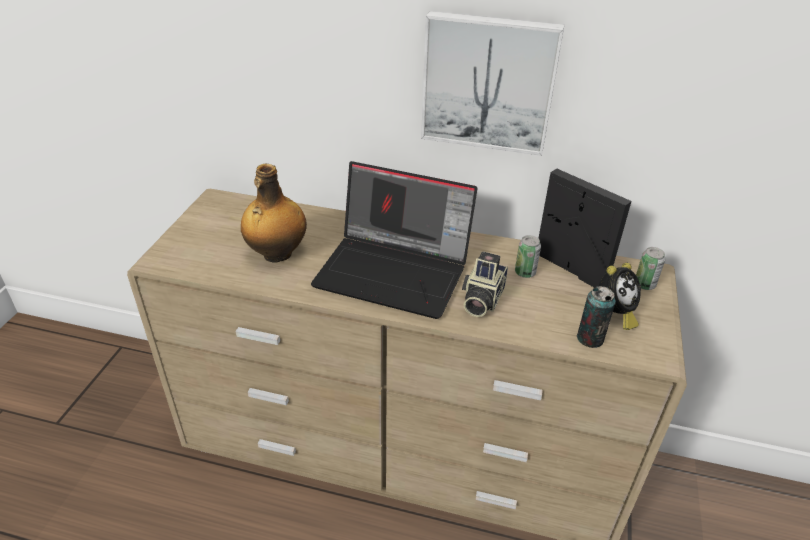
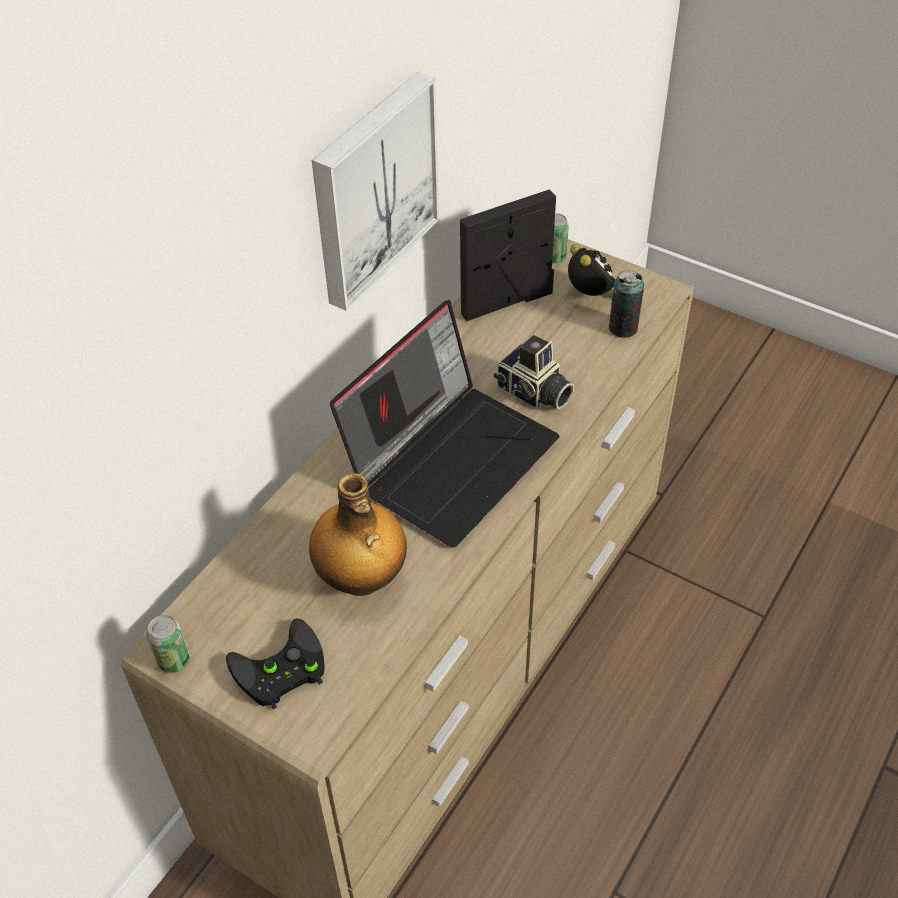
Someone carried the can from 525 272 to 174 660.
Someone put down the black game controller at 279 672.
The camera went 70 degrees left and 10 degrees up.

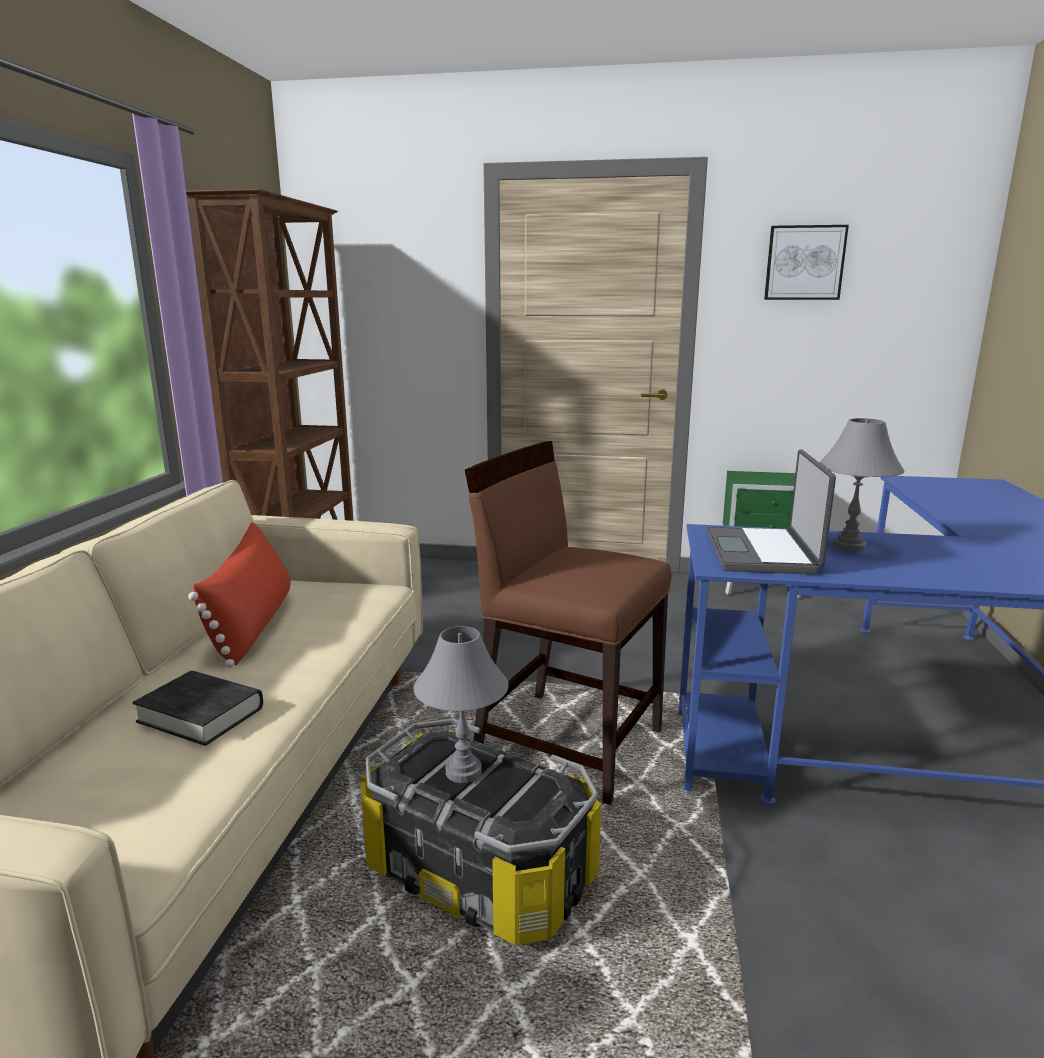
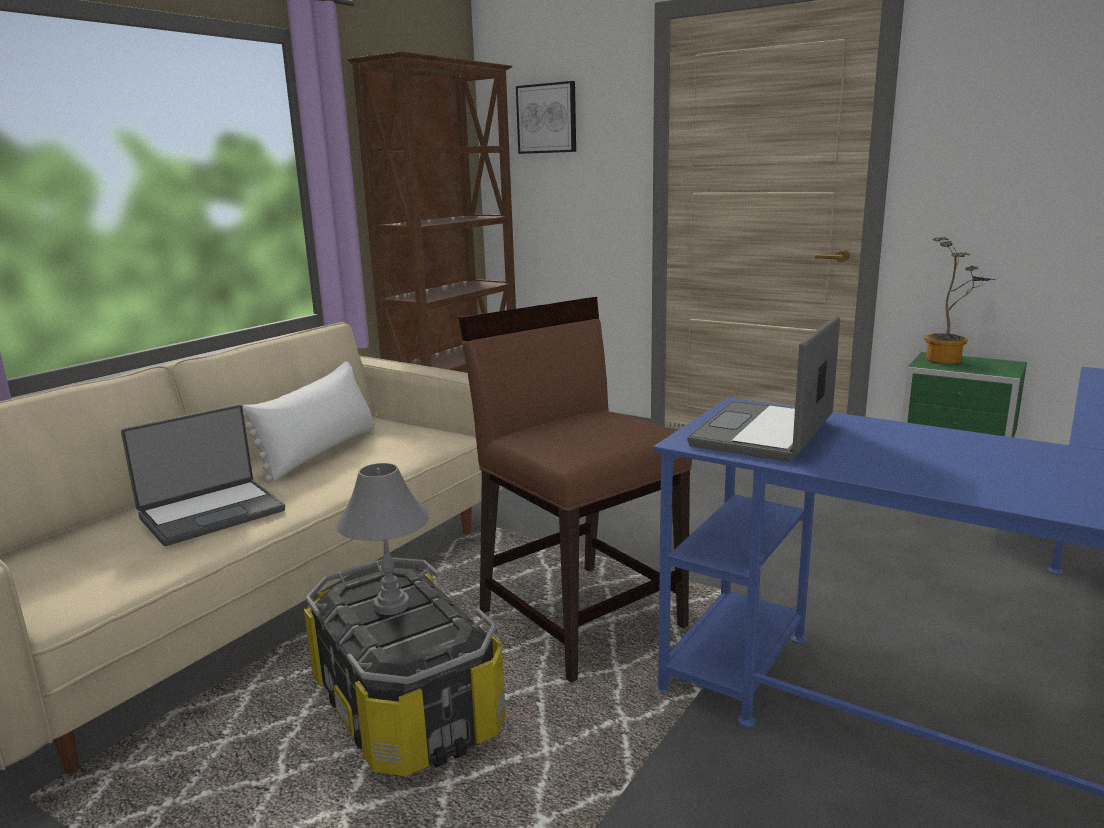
Someone swapped the black book at 201 715 for the laptop at 211 513.
Someone repainted the red pillow at 253 624, which became the white pillow at 320 452.
Someone carried the picture from 804 263 to 547 118.
Someone put down the potted plant at 948 360.
Someone took away the grey table lamp at 849 547.
The camera went 25 degrees right and 0 degrees up.

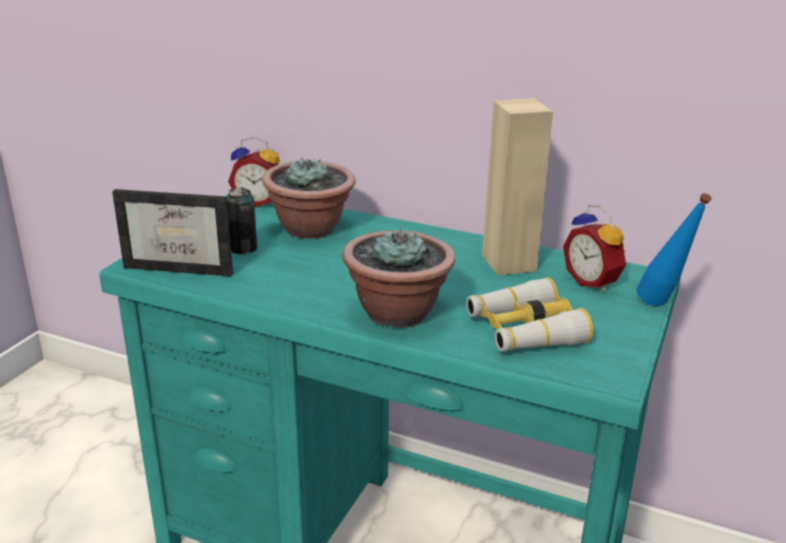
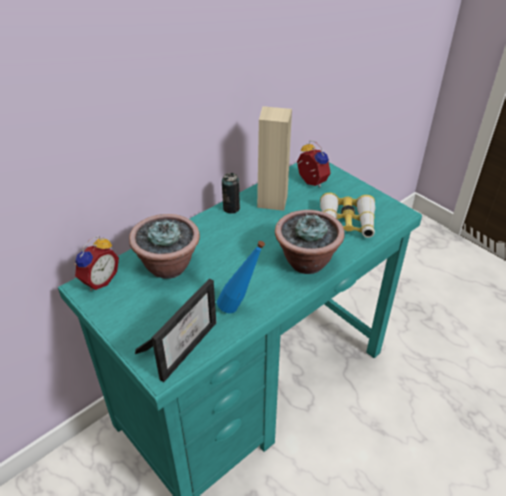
Someone carried the blue bottle from 662 308 to 240 308.
Someone carried the can from 243 249 to 231 208.
Someone rotated the alarm clock at 593 282 by 120 degrees counterclockwise.
The camera went 65 degrees left and 15 degrees up.

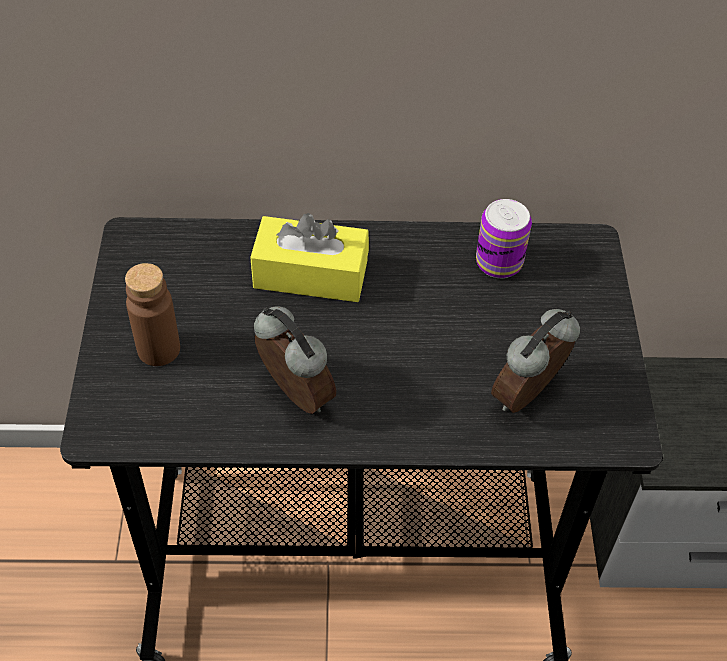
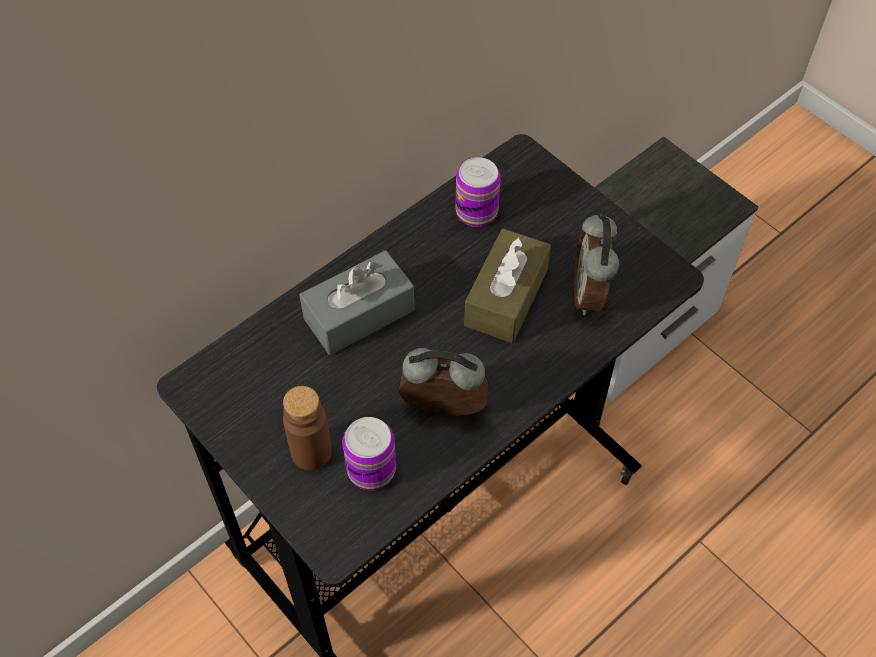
Someone repainted the yellow tissue box at 310 274, which became the grey tissue box at 359 314.
Someone put down the can at 371 470.
Someone put down the brown tissue box at 506 297.
The camera went 40 degrees left and 5 degrees up.

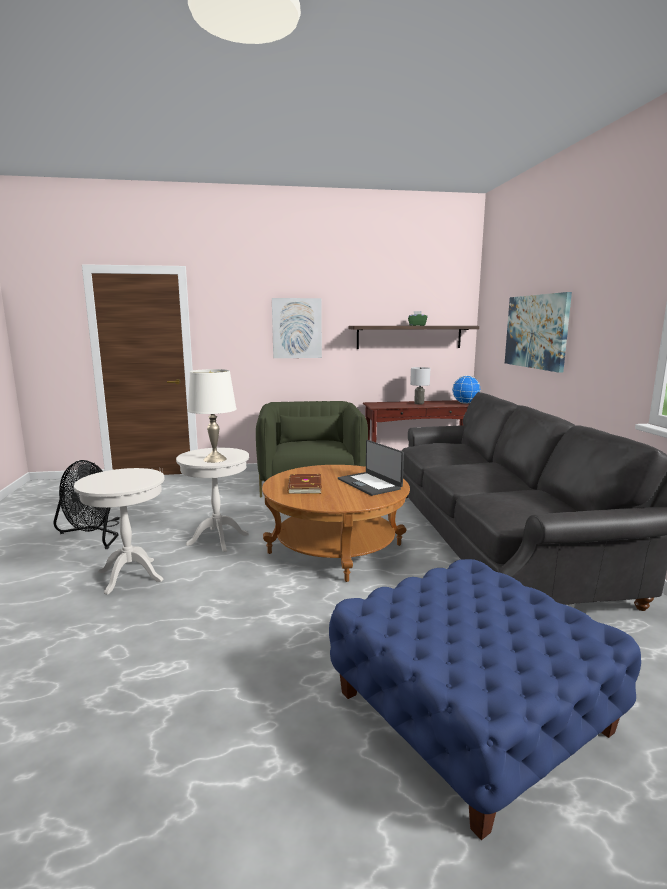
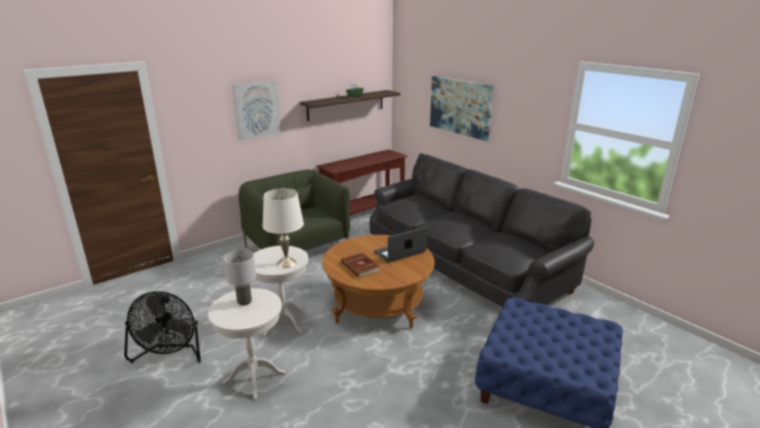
Someone carried the white table lamp from 419 404 to 245 302.
Someone rotated the laptop at 370 484 by 120 degrees clockwise.
Someone took away the globe at 465 403.
The camera went 30 degrees left and 10 degrees up.

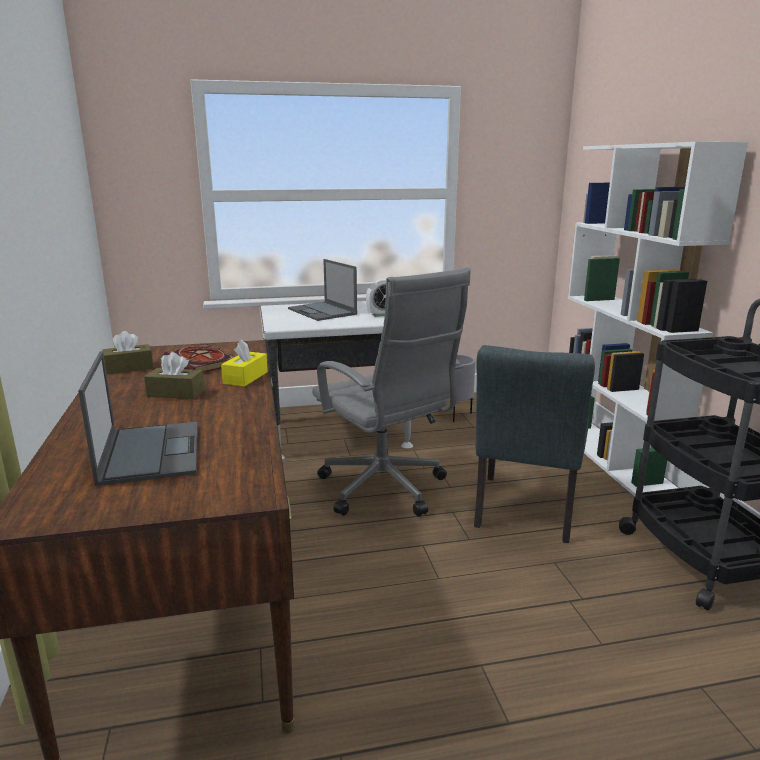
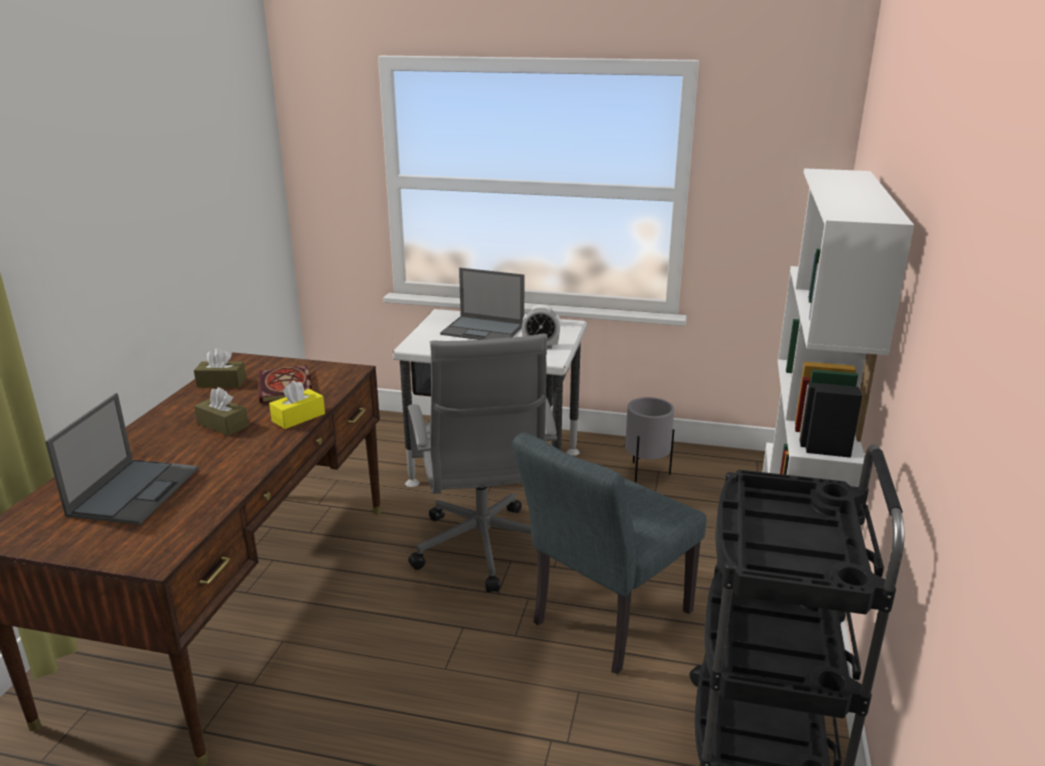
Someone rotated the laptop at 322 312 by 60 degrees counterclockwise.
The camera went 25 degrees right and 5 degrees up.

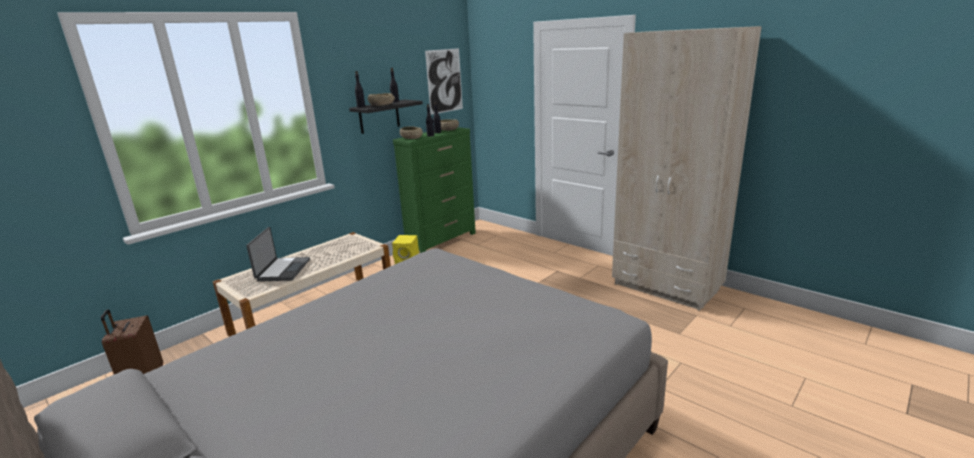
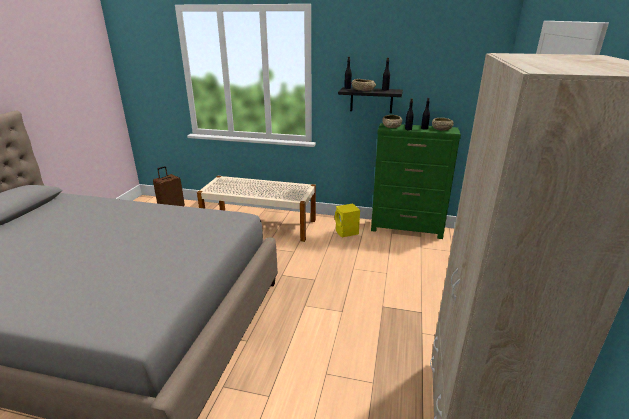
Someone took away the laptop at 282 270.
Someone took away the picture at 444 81.
The camera went 60 degrees right and 5 degrees up.

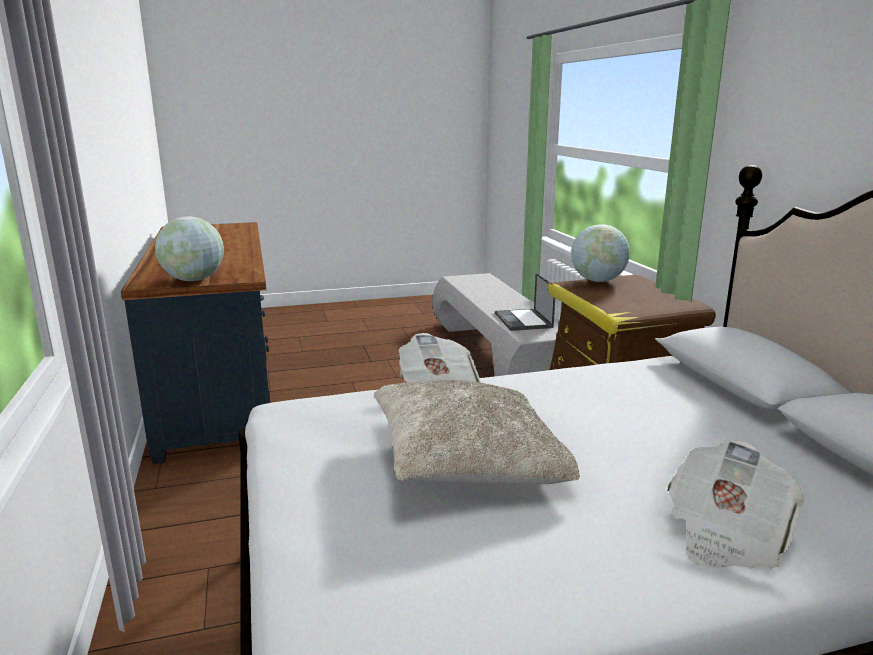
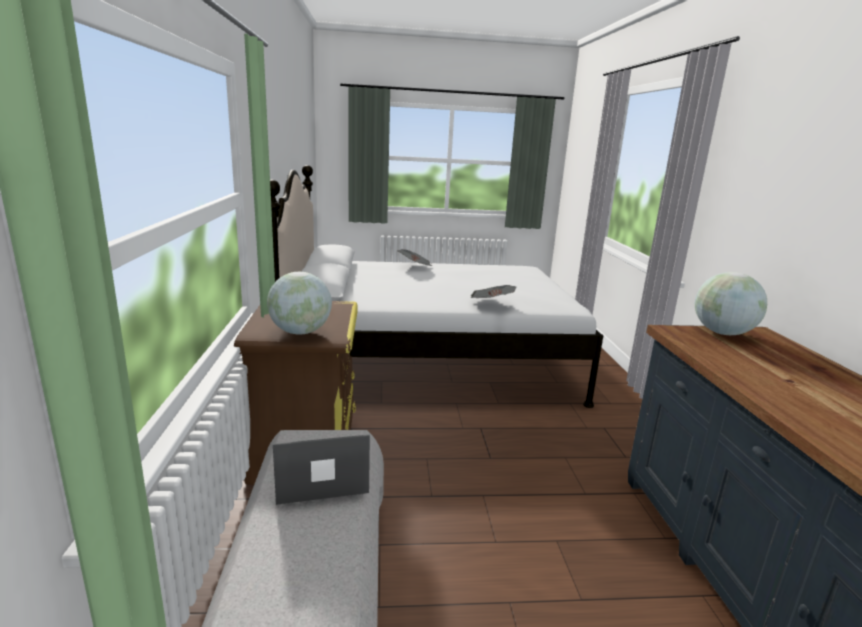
Someone rotated the laptop at 523 320 by 105 degrees counterclockwise.
Someone took away the beige pillow at 469 459.
The camera went 170 degrees left and 0 degrees up.

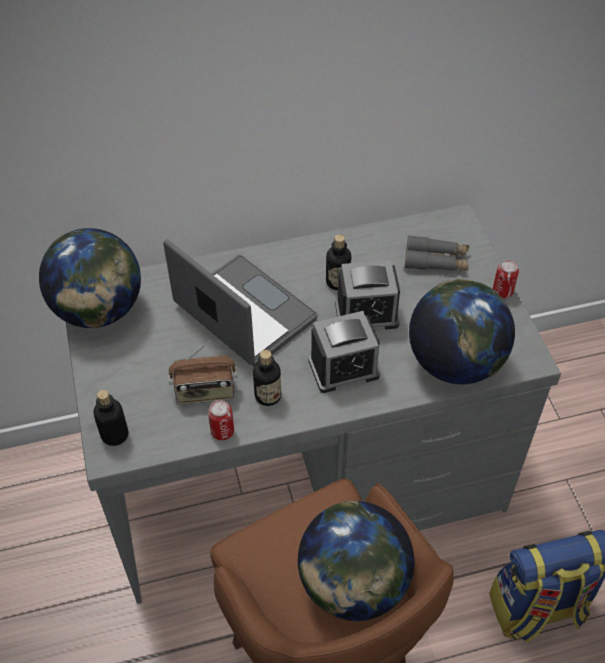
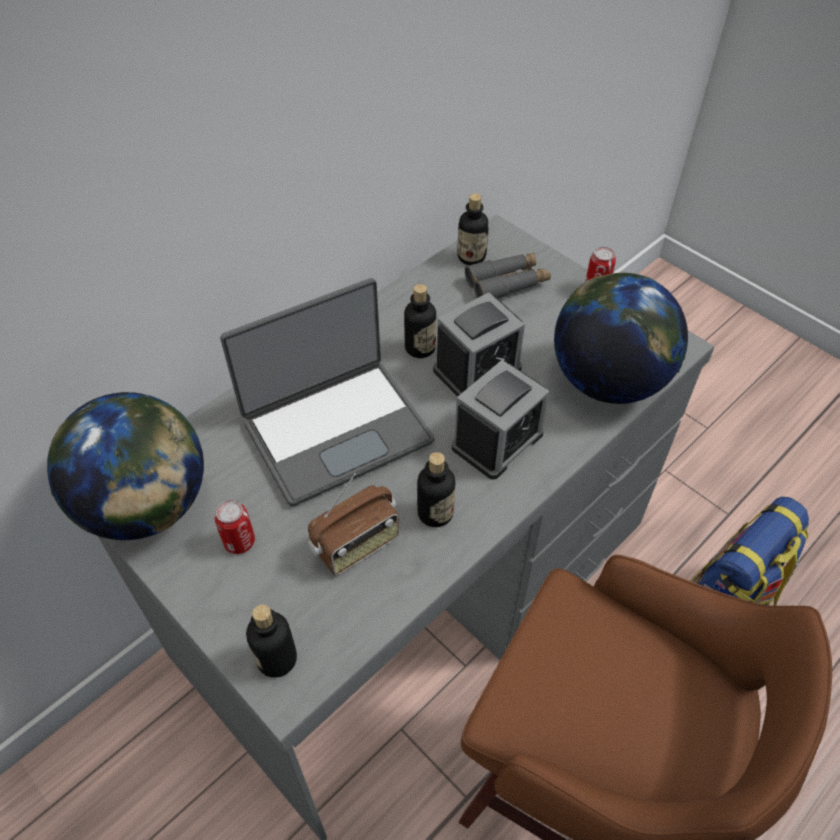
Someone carried the can from 222 431 to 239 541.
Someone rotated the laptop at 243 313 by 135 degrees clockwise.
Someone put down the bottle at 471 257.
Someone took away the globe at 353 584.
The camera went 30 degrees left and 0 degrees up.

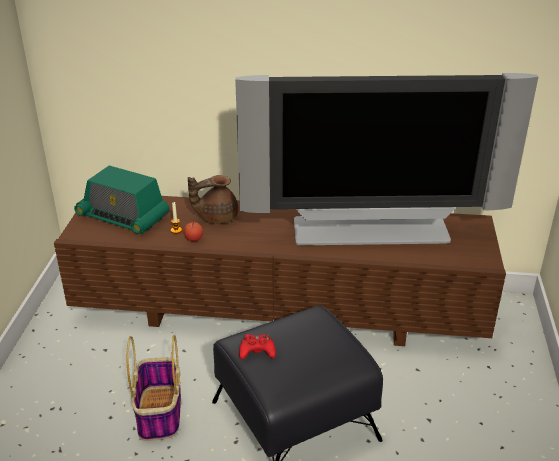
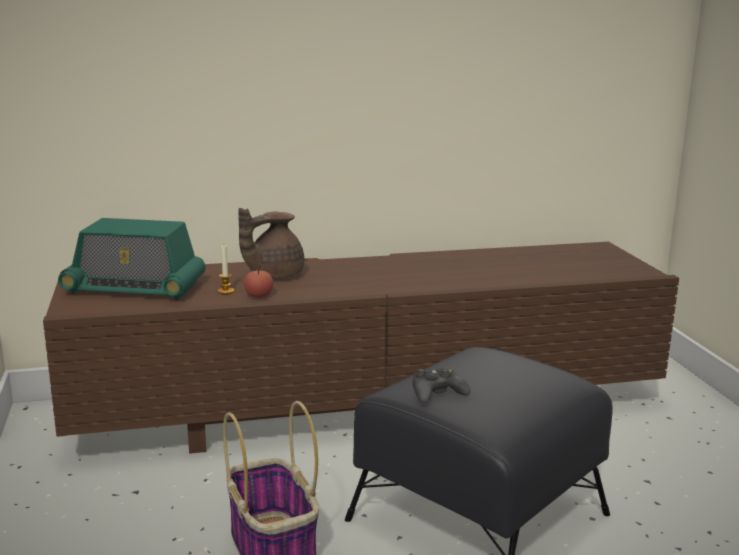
Someone repainted the red game controller at 257 351, which became the black game controller at 437 393.
Someone took away the television at 371 232.
The camera went 20 degrees left and 15 degrees down.

